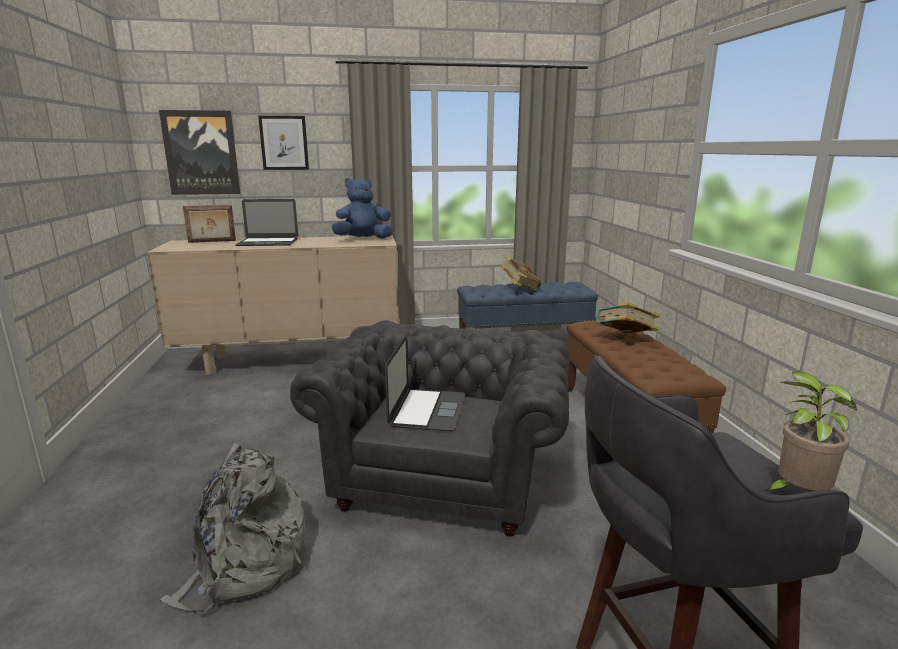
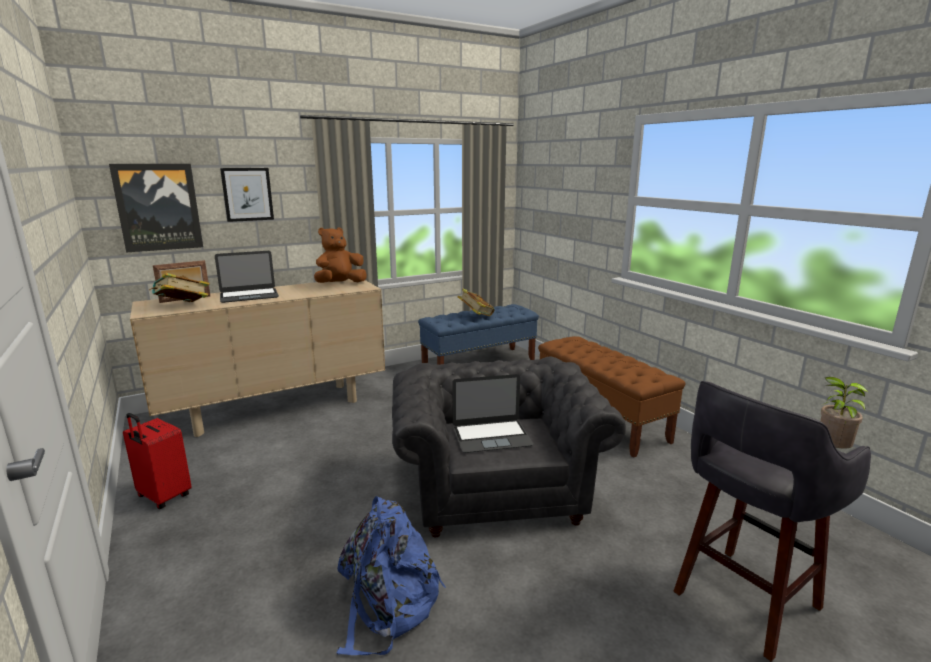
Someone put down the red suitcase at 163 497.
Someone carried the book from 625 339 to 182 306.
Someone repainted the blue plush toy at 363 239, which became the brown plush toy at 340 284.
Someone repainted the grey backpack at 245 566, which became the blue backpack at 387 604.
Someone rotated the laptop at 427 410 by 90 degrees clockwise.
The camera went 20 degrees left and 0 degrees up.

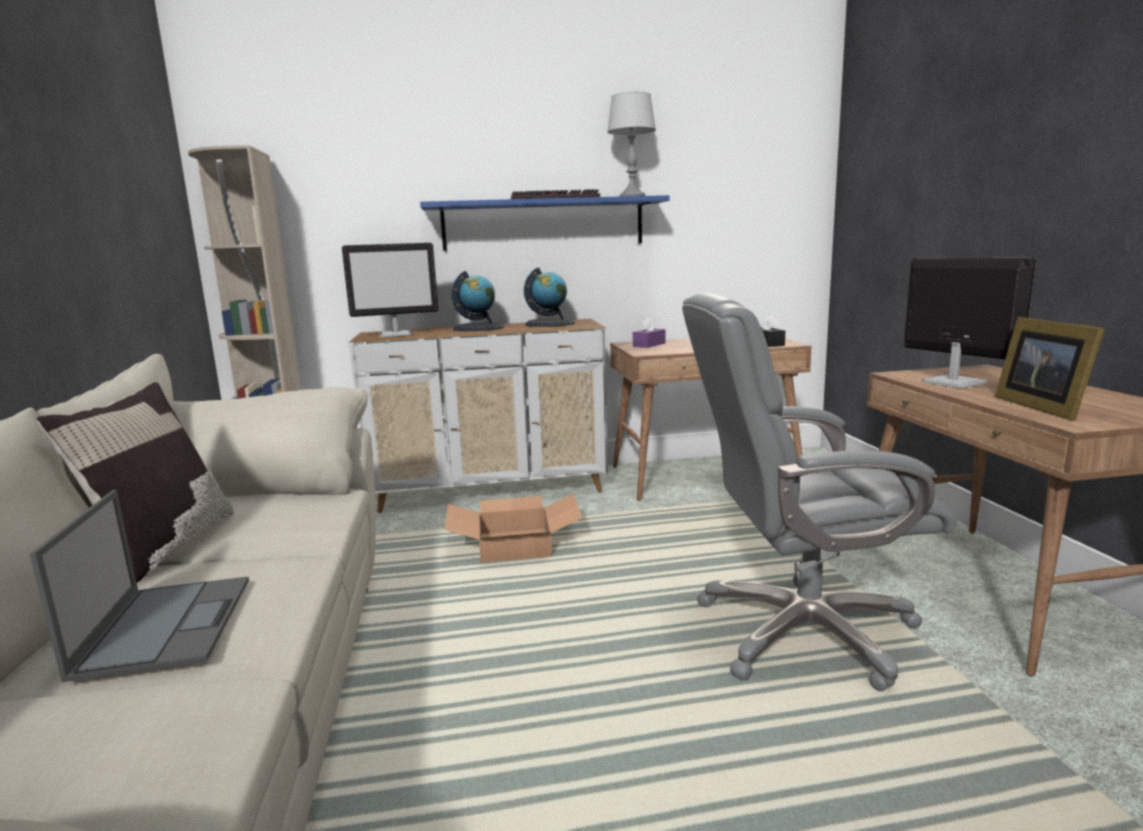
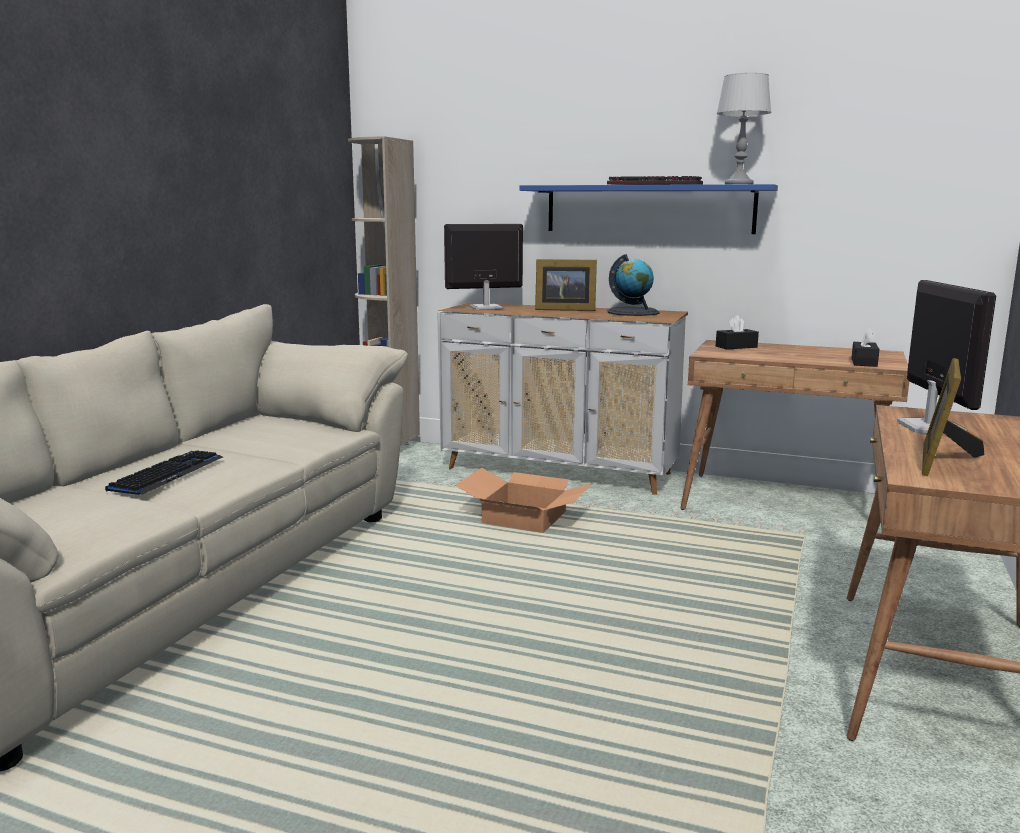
Someone swapped the laptop at 166 624 for the keyboard at 167 474.
Someone rotated the monitor at 396 335 by 150 degrees clockwise.
Someone swapped the globe at 478 328 for the picture frame at 563 309.
Someone repainted the purple tissue box at 649 345, which became the black tissue box at 736 347.
Someone took away the pillow at 164 548.
Someone took away the grey office chair at 802 631.
The camera went 30 degrees right and 0 degrees up.

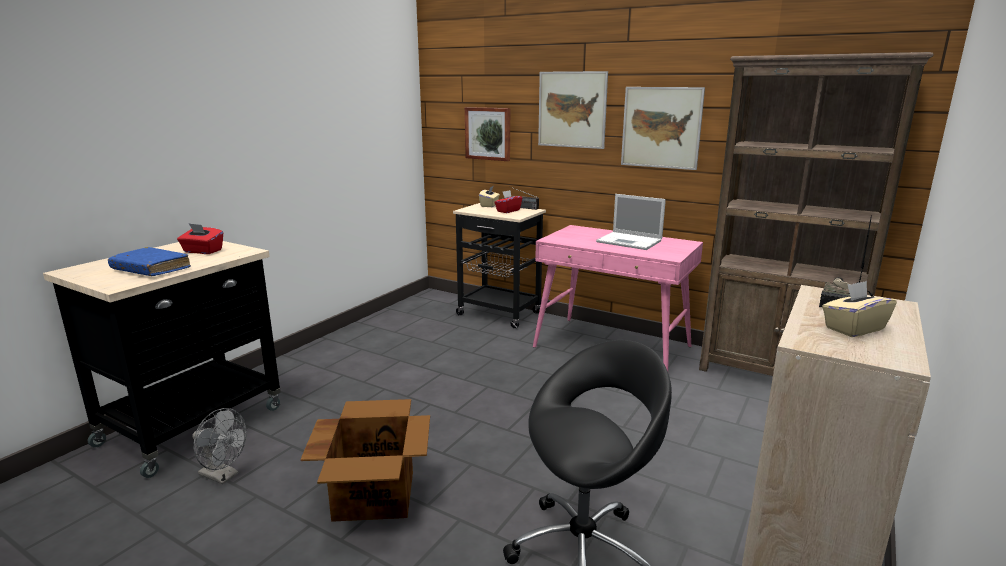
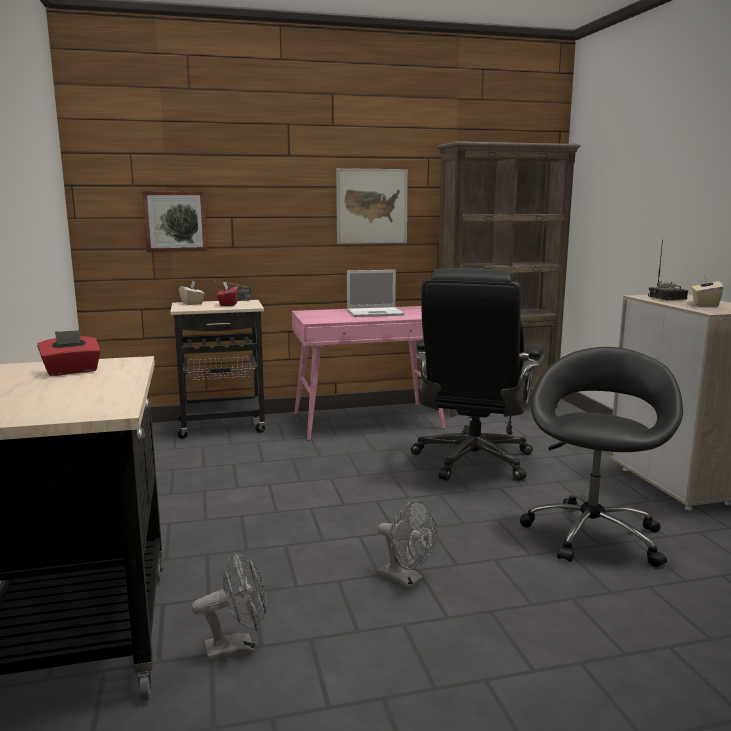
Someone swapped the cardboard box at 375 494 for the grey fan at 406 580.
Someone put down the black office chair at 473 460.
Someone took away the blue book at 151 269.
Someone took away the picture at 572 109.
The camera went 45 degrees left and 5 degrees down.

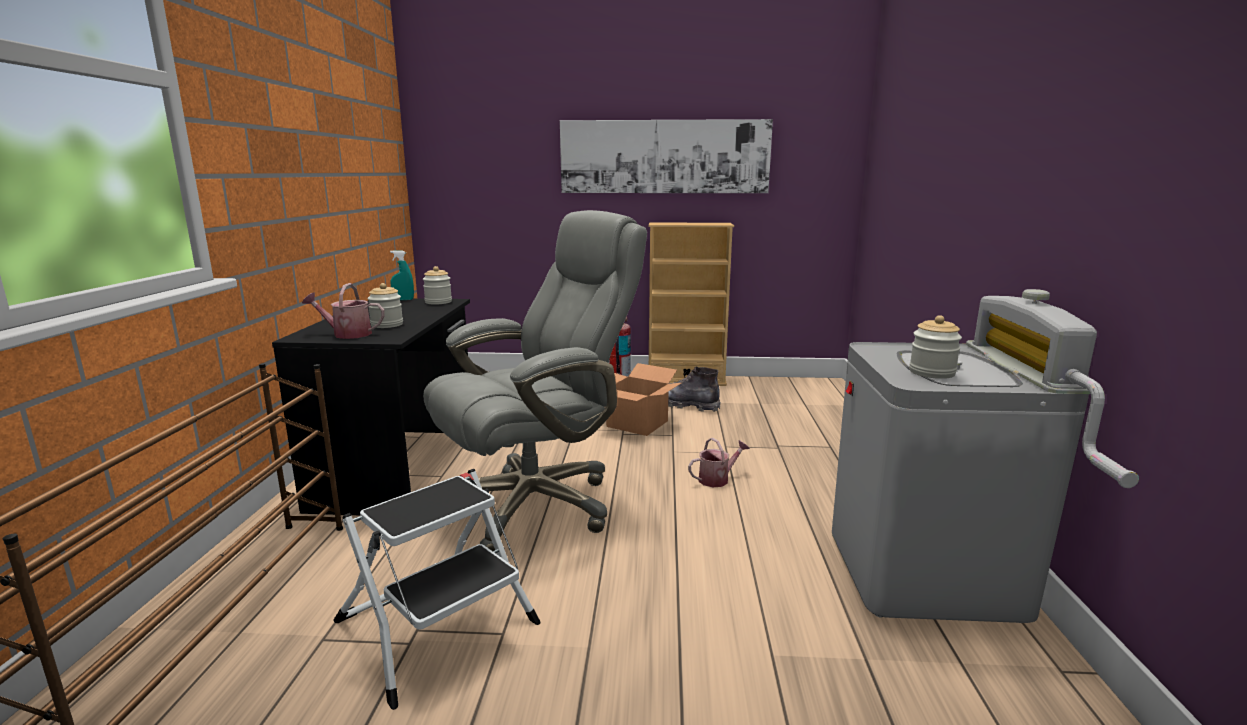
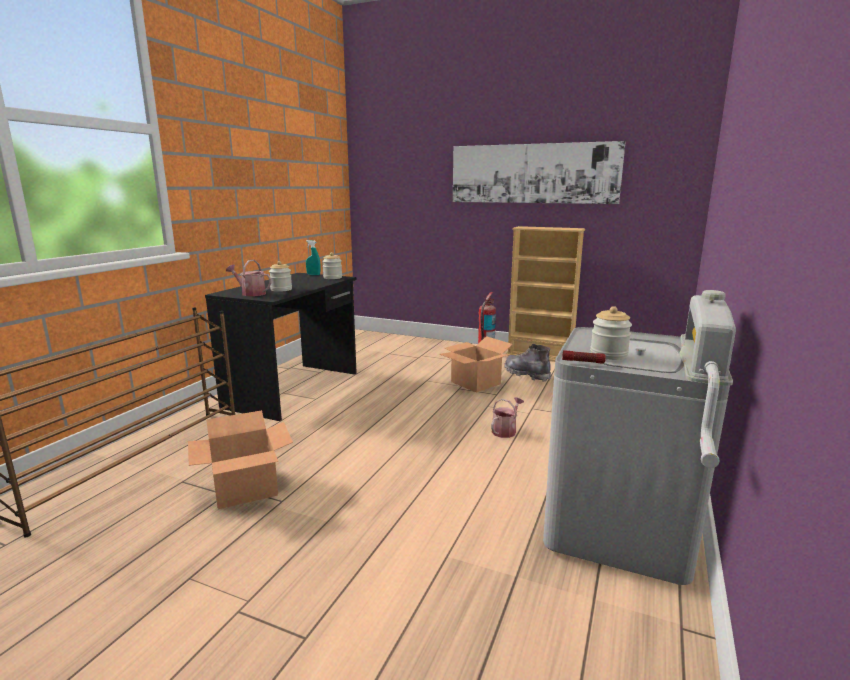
Someone swapped the step ladder at 435 626 for the cardboard box at 246 487.
Someone rotated the watering can at 717 479 by 45 degrees counterclockwise.
Someone put down the flashlight at 583 361.
Someone took away the grey office chair at 537 507.
The camera went 20 degrees right and 0 degrees up.

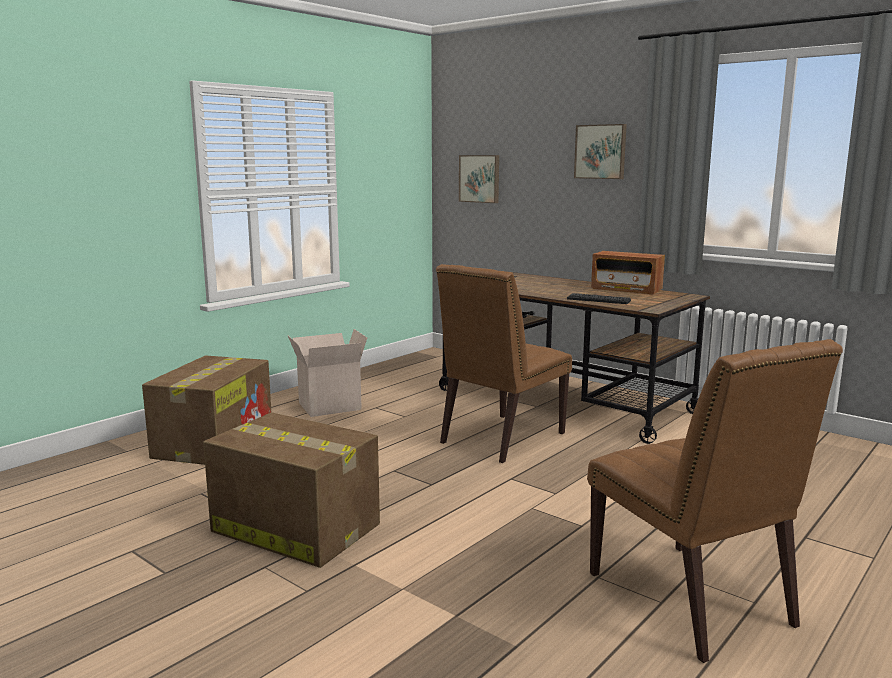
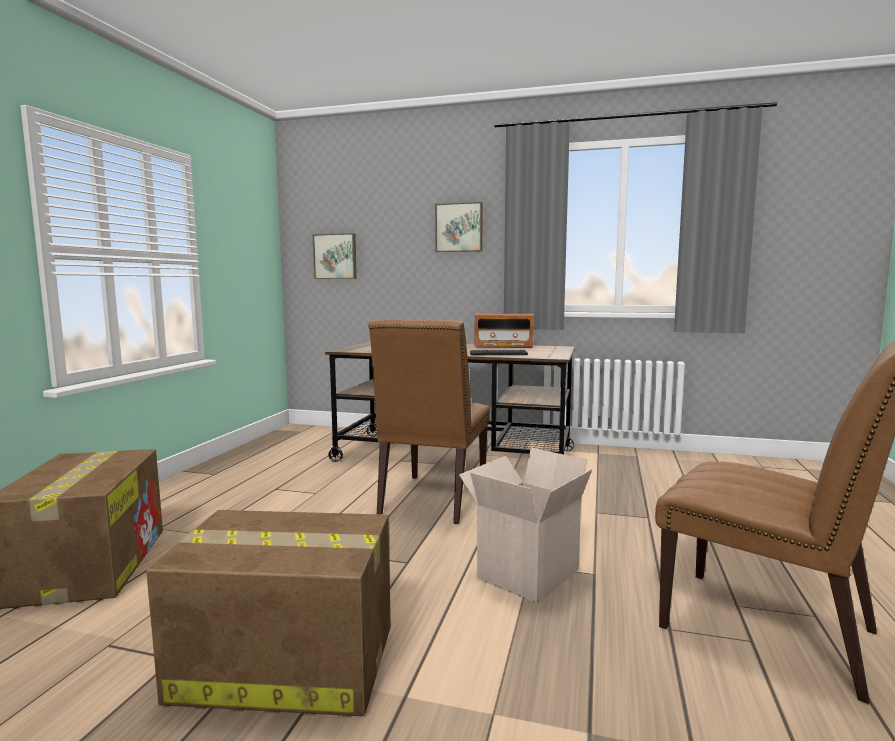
Someone carried the cardboard box from 330 405 to 526 572.
The camera went 25 degrees left and 5 degrees down.

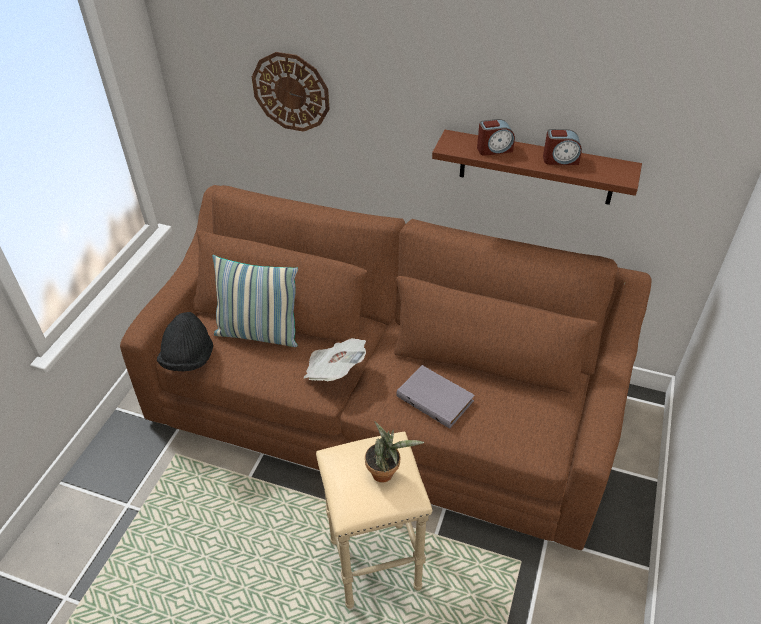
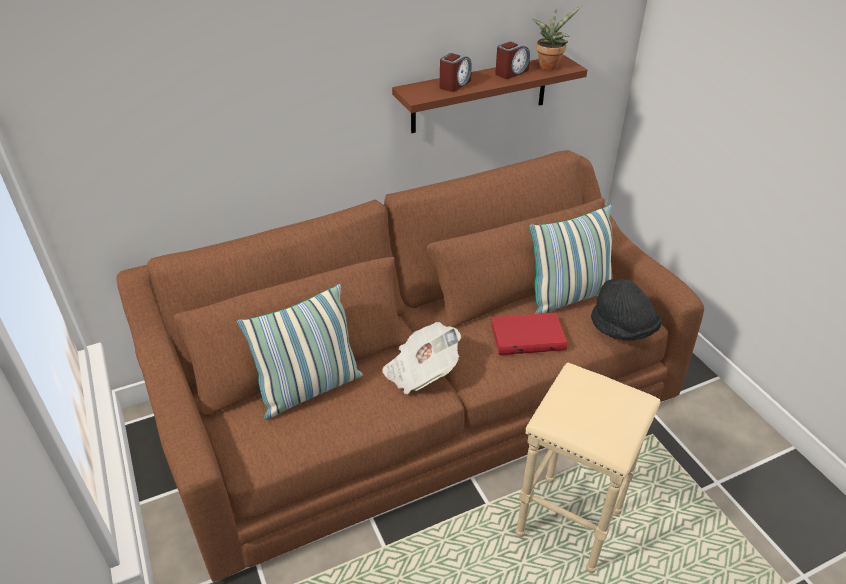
Someone repainted the grey book at 436 398, which became the red book at 527 336.
Someone put down the pillow at 569 297.
Someone carried the potted plant from 386 472 to 549 65.
Someone carried the black hat from 188 359 to 622 329.
Someone took away the wall clock at 291 92.
The camera went 45 degrees left and 5 degrees down.

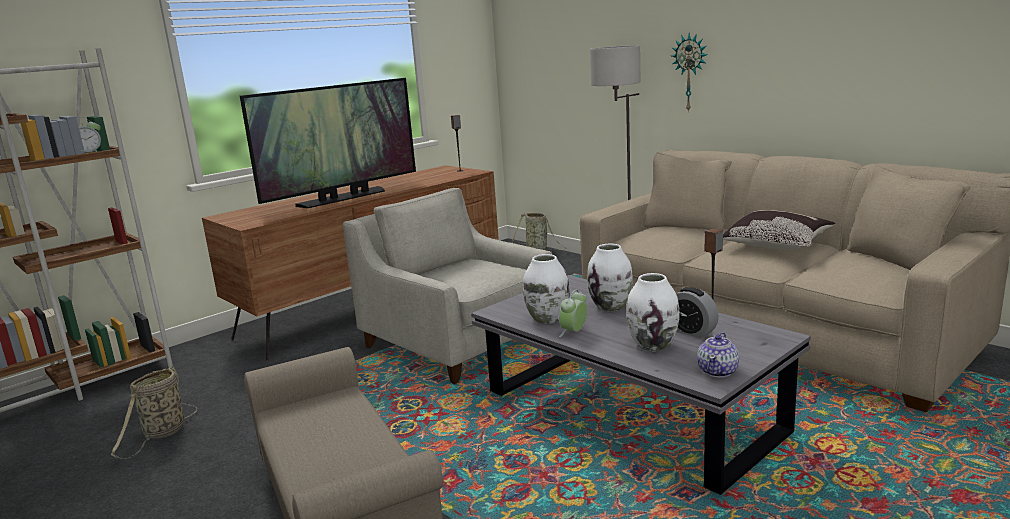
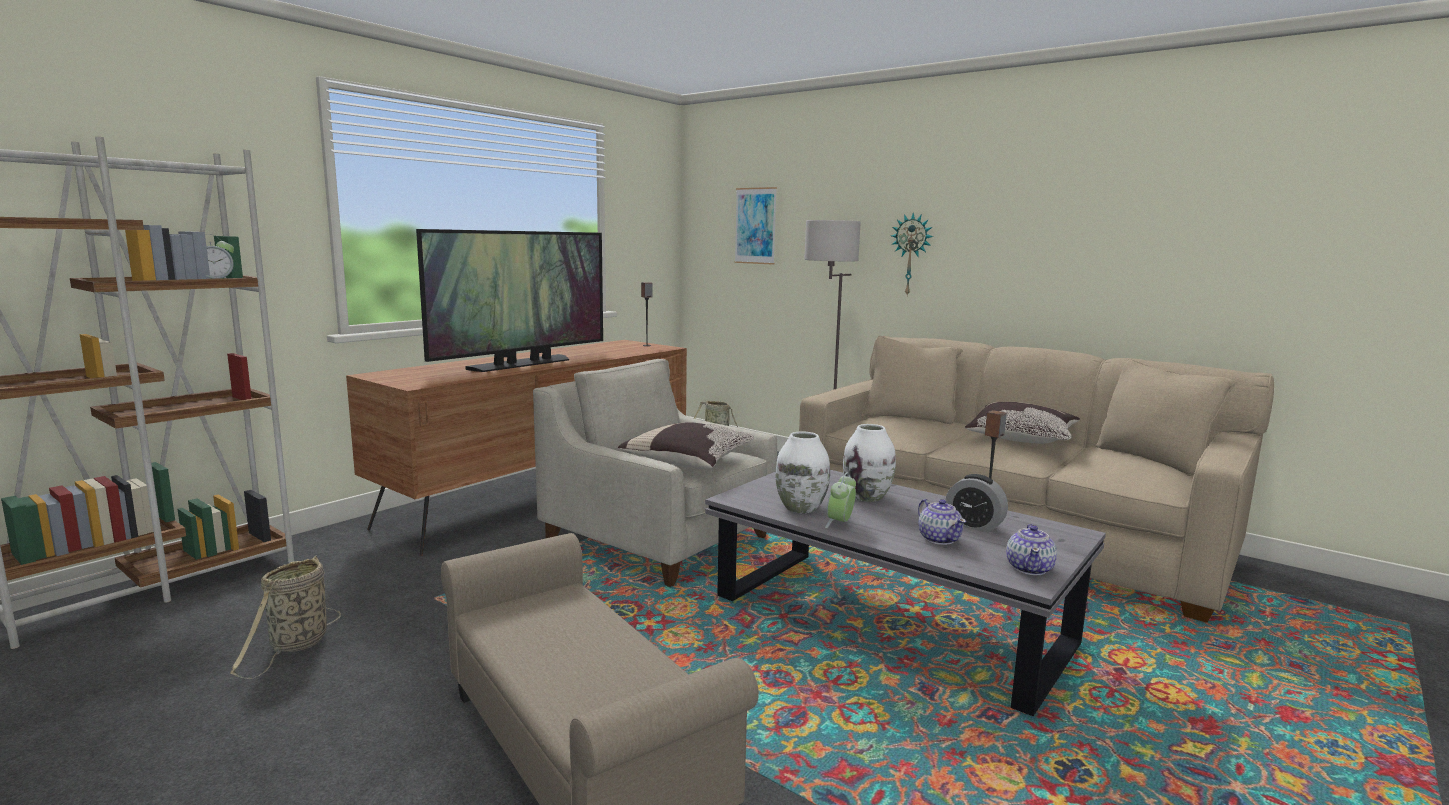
Someone put down the pillow at 688 462.
Someone put up the picture at 755 226.
Someone swapped the white vase at 653 345 for the teapot at 939 539.
The camera went 10 degrees left and 5 degrees down.

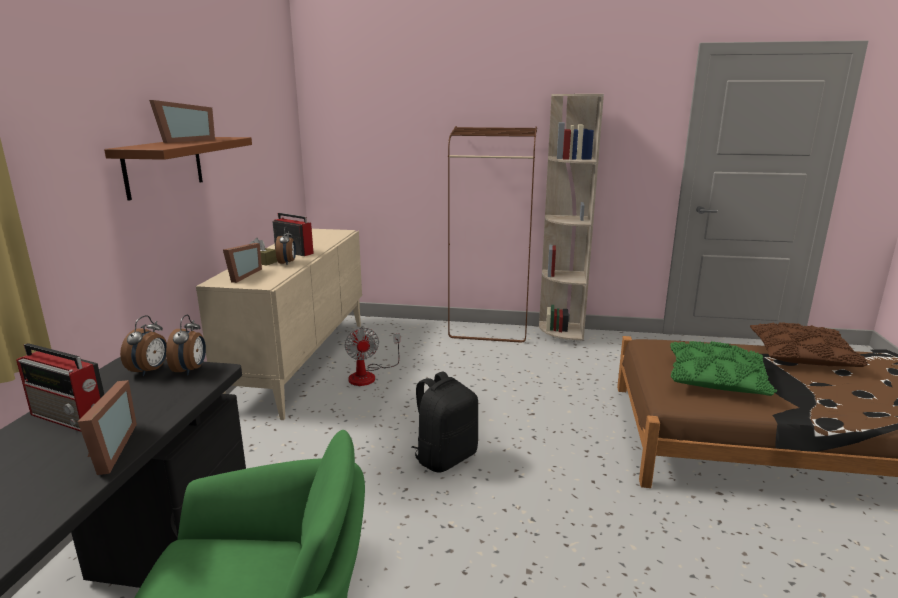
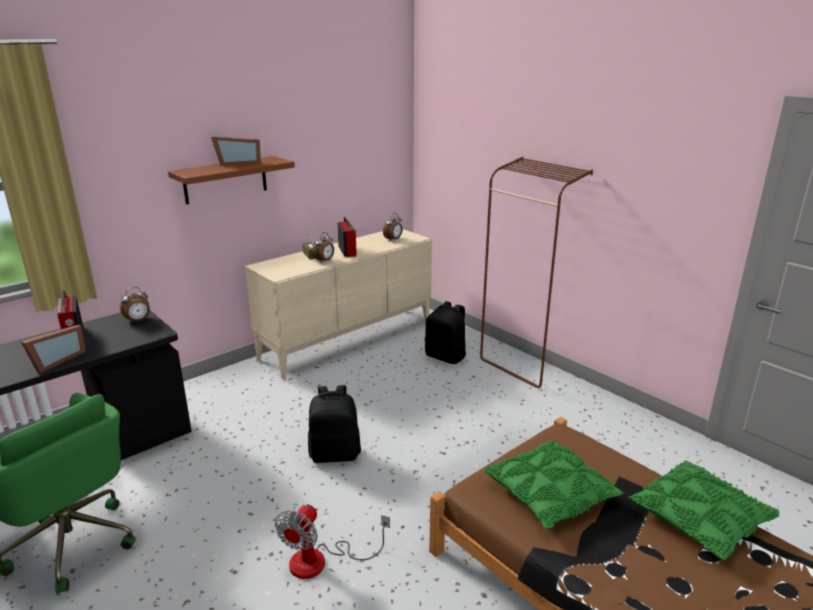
Someone carried the fan from 368 375 to 321 561.
Someone carried the alarm clock from 191 370 to 393 239.
Someone put down the black backpack at 446 357.
Someone repainted the brown pillow at 801 356, which became the green pillow at 699 519.
Someone took away the picture frame at 241 276.
Someone took away the beige bookcase at 561 336.
The camera went 40 degrees right and 5 degrees up.

